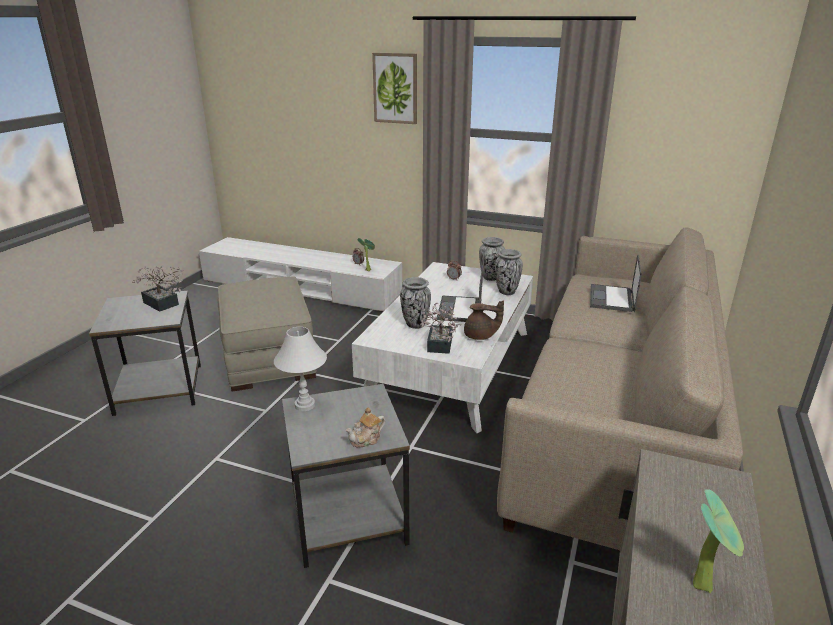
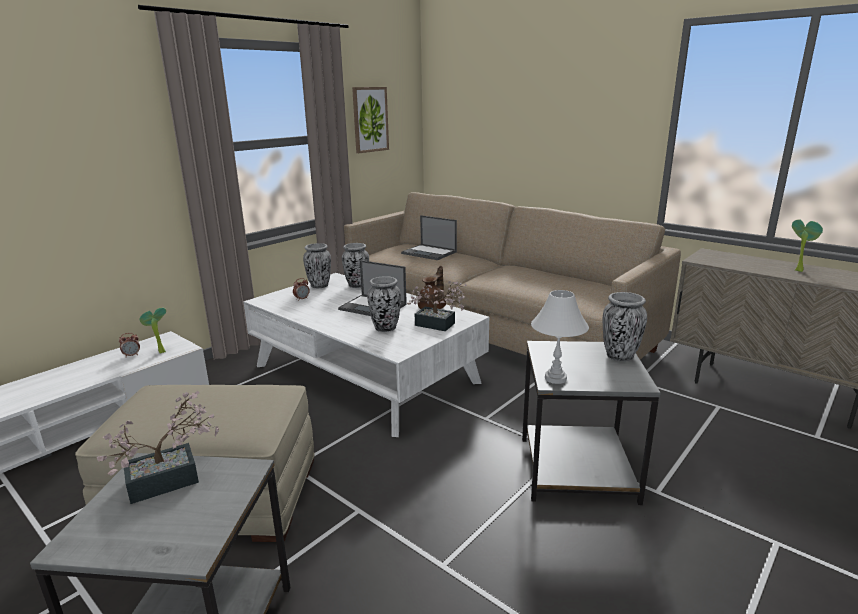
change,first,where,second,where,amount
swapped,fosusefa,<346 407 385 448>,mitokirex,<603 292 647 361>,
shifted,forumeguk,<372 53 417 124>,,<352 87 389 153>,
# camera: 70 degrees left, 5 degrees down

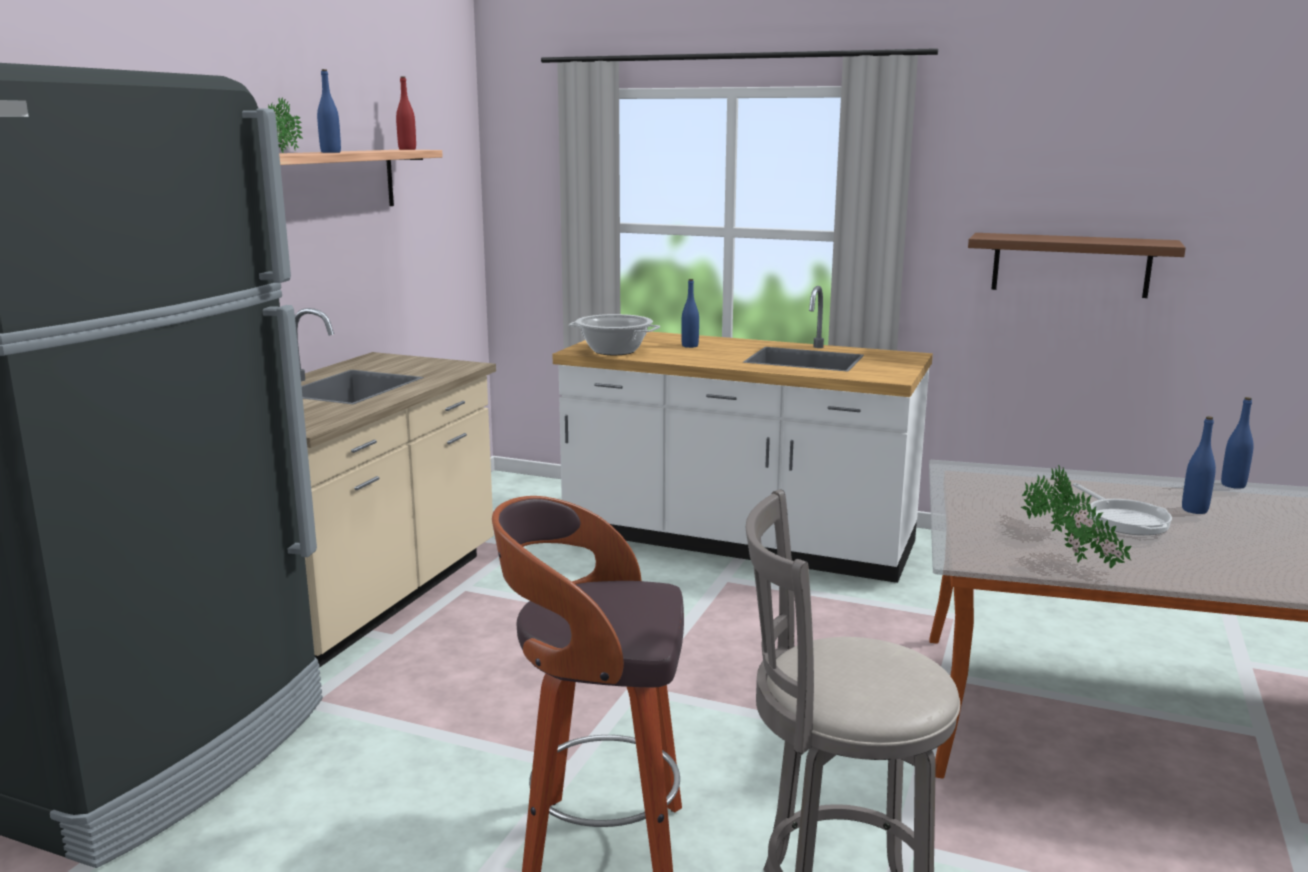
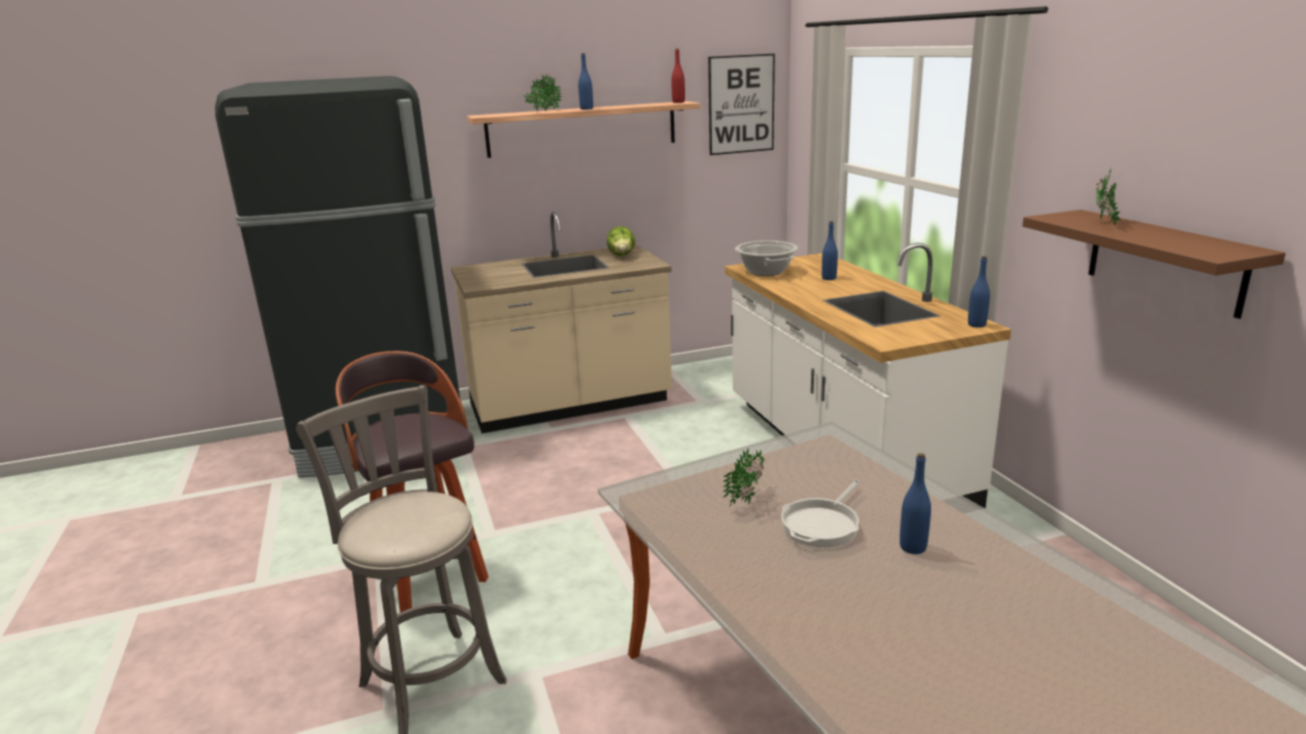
change,first,where,second,where,amount
shifted,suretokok,<1058 492 1132 568>,,<1095 166 1121 225>,
shifted,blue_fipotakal,<1221 397 1254 489>,,<968 256 990 328>,
new,,,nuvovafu,<607 226 635 256>,
new,,,forumeguk,<708 54 775 155>,
# camera: 50 degrees right, 5 degrees up

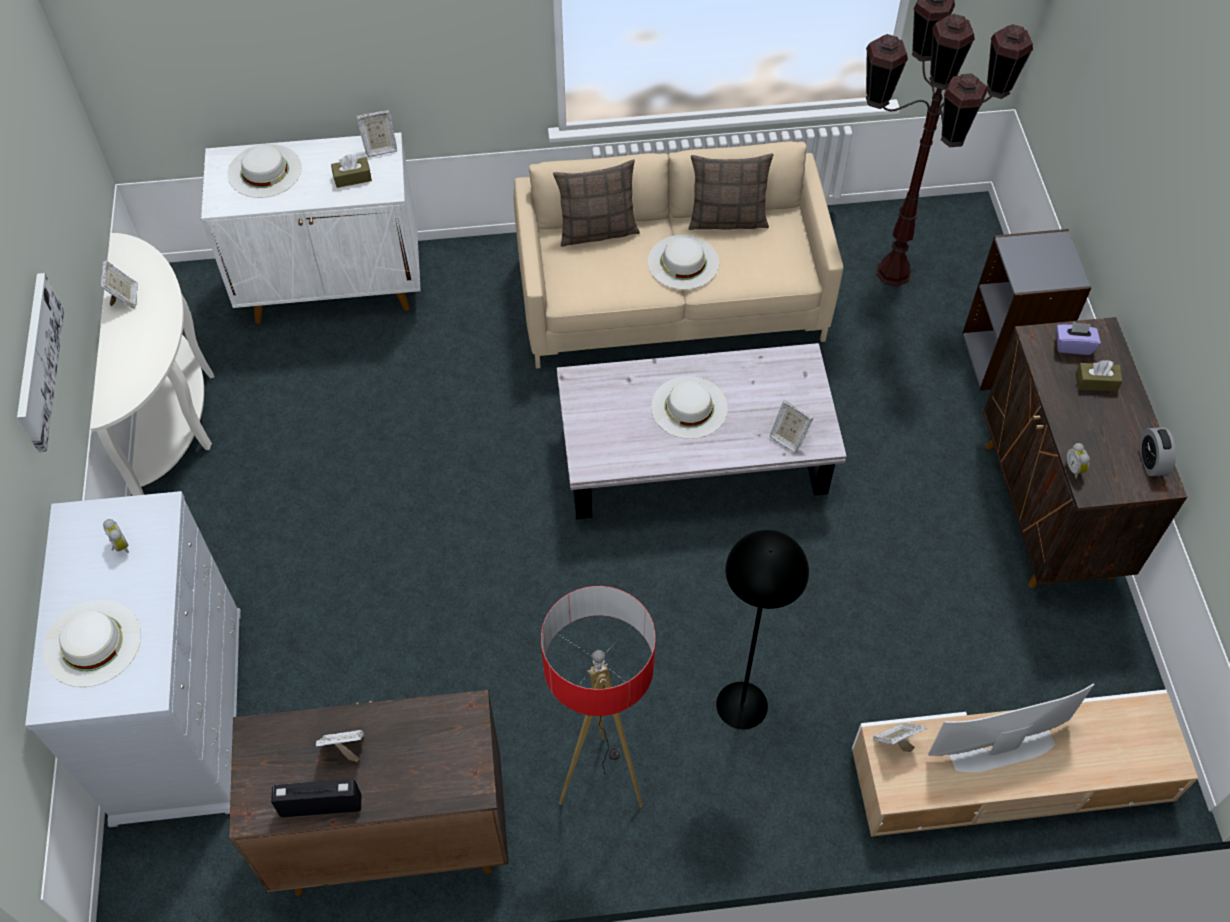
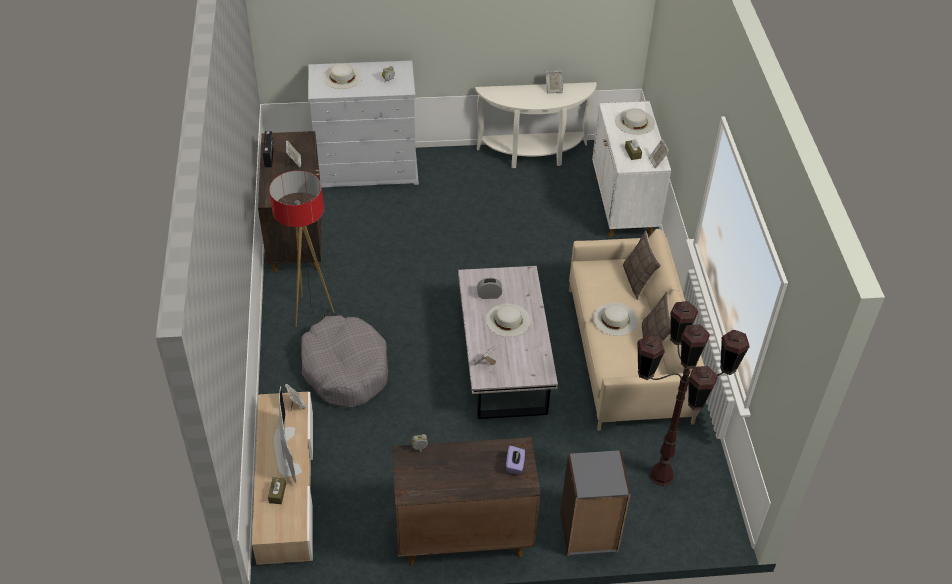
change,first,where,second,where,amount
gone,forumeguk,<17 273 64 452>,,,
swapped,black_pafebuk,<716 530 809 730>,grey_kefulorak,<301 315 388 407>,
shifted,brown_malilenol,<1076 360 1123 391>,,<268 477 286 504>,
shifted,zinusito,<1139 427 1176 476>,,<477 278 502 299>,
# camera: 90 degrees right, 10 degrees down

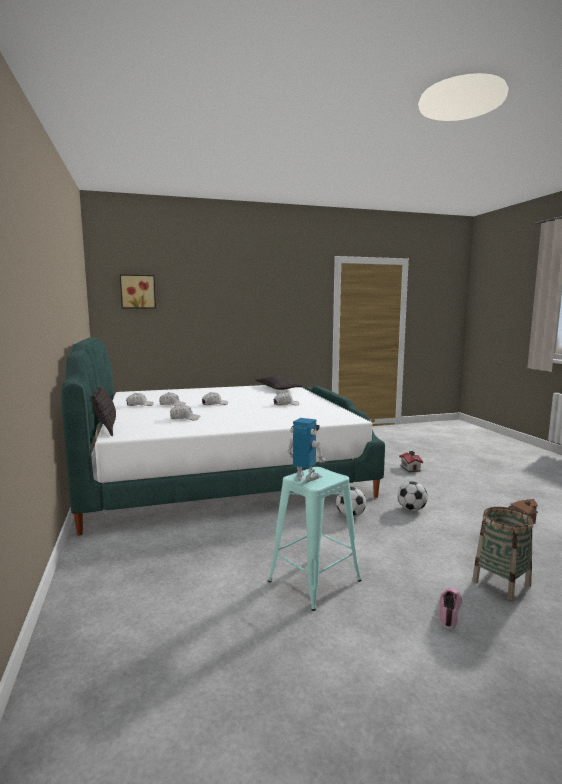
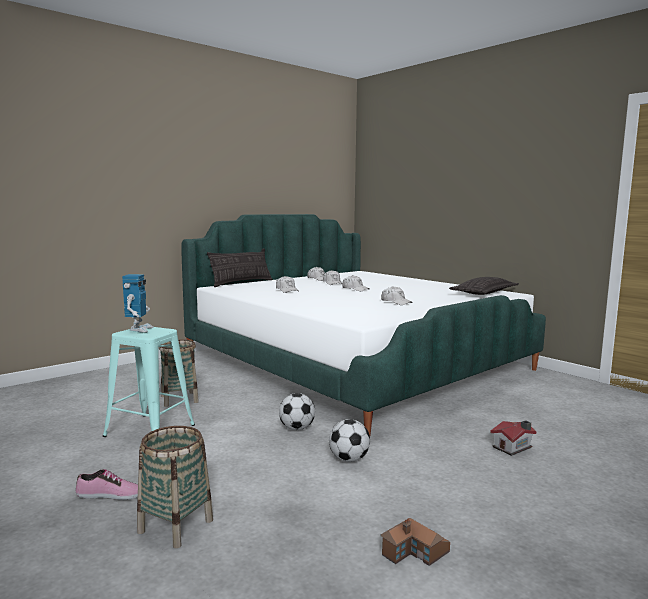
change,first,where,second,where,amount
gone,forumeguk,<120 274 156 308>,,,
new,,,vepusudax,<159 339 199 407>,
# camera: 65 degrees right, 0 degrees up

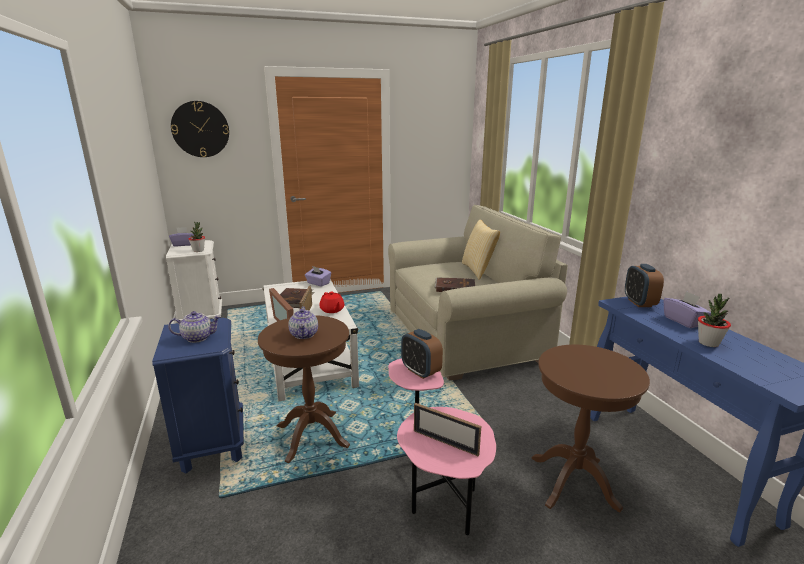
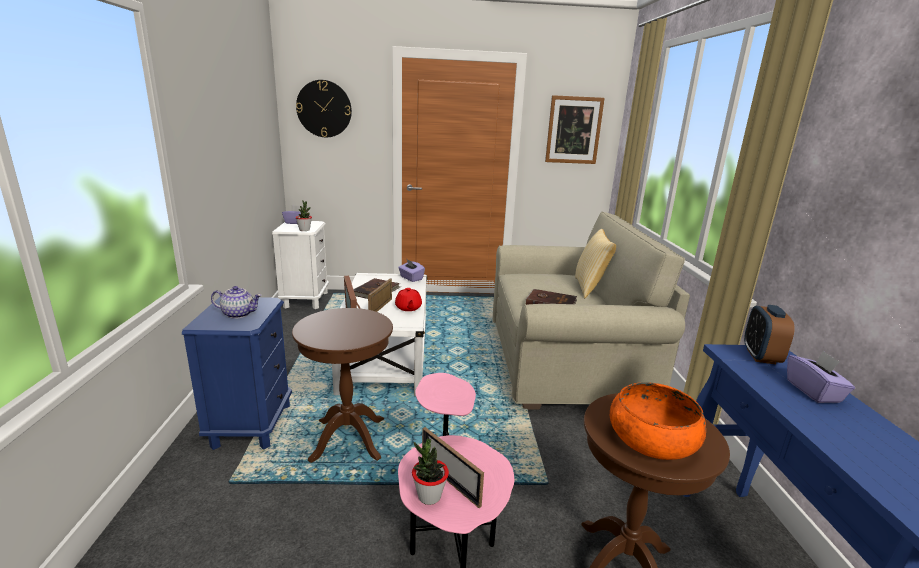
change,first,where,second,where,amount
gone,fosusefa,<288 306 318 339>,,,
gone,zinusito,<401 329 443 379>,,,
shifted,suretokok,<698 294 731 347>,,<412 438 449 505>,
new,,,forumeguk,<545 95 605 164>,
new,,,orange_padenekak,<610 382 706 460>,
# camera: 15 degrees right, 0 degrees up

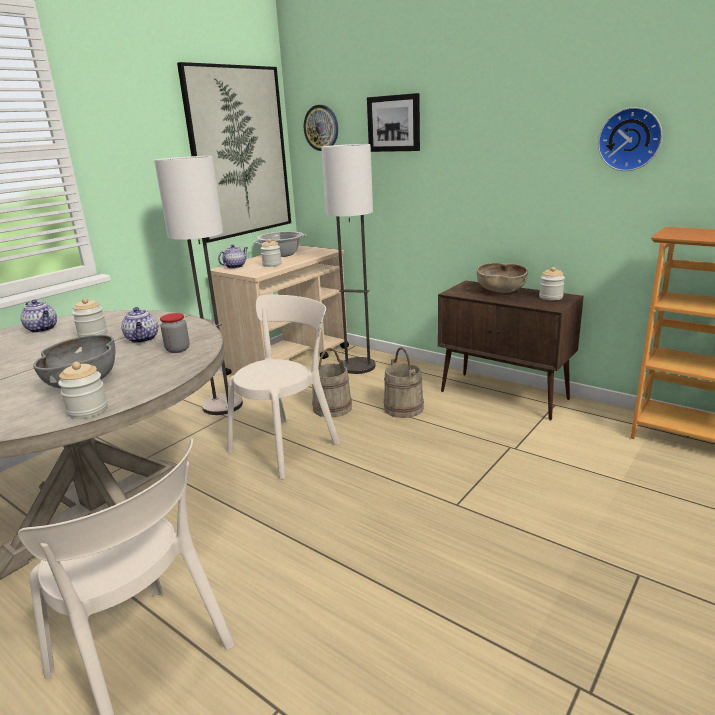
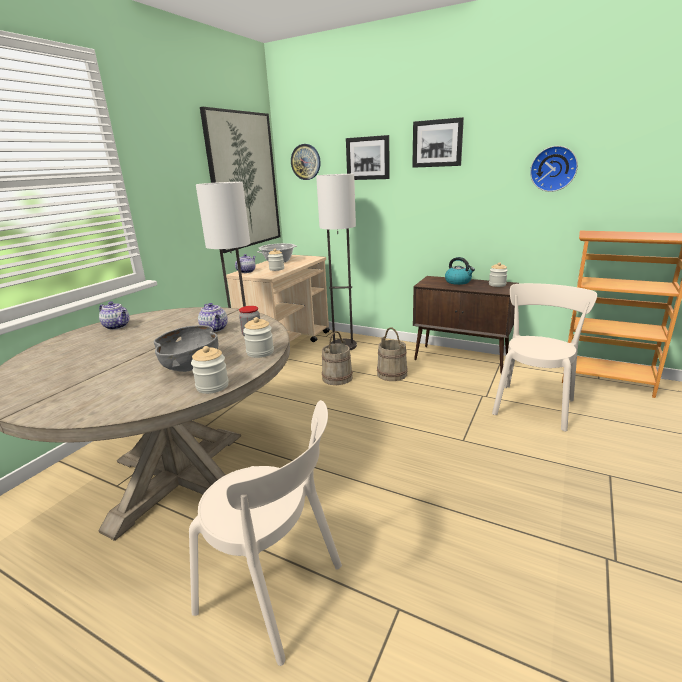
change,first,where,second,where,amount
shifted,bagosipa,<72 298 108 337>,,<243 317 274 358>,
shifted,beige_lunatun,<227 295 340 479>,,<492 283 597 432>,
swapped,brown_padenekak,<477 263 528 293>,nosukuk,<445 257 475 285>,
new,,,forumeguk,<412 117 464 168>,
# camera: 10 degrees left, 0 degrees up

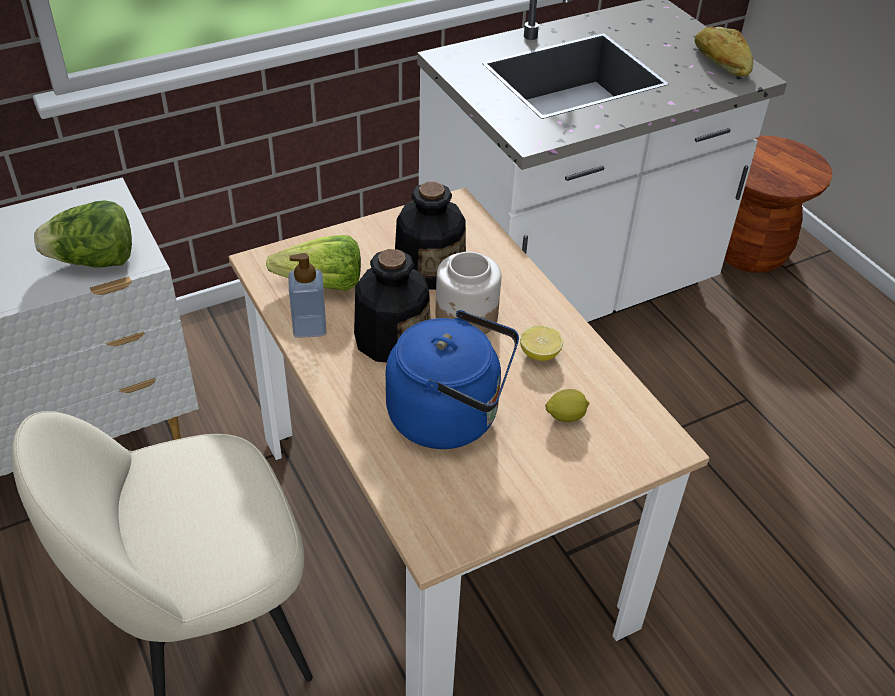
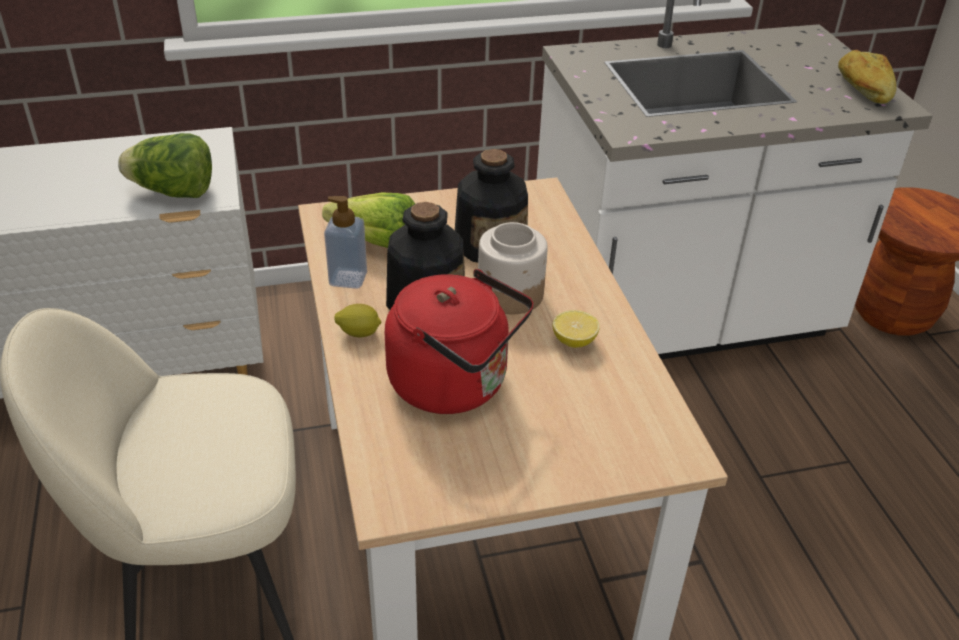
change,first,where,second,where,amount
repainted,blue_nosukuk,<386 310 519 449>,red_nosukuk,<385 269 534 414>,
shifted,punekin,<545 389 589 422>,,<334 304 381 337>,
# camera: 15 degrees right, 5 degrees down

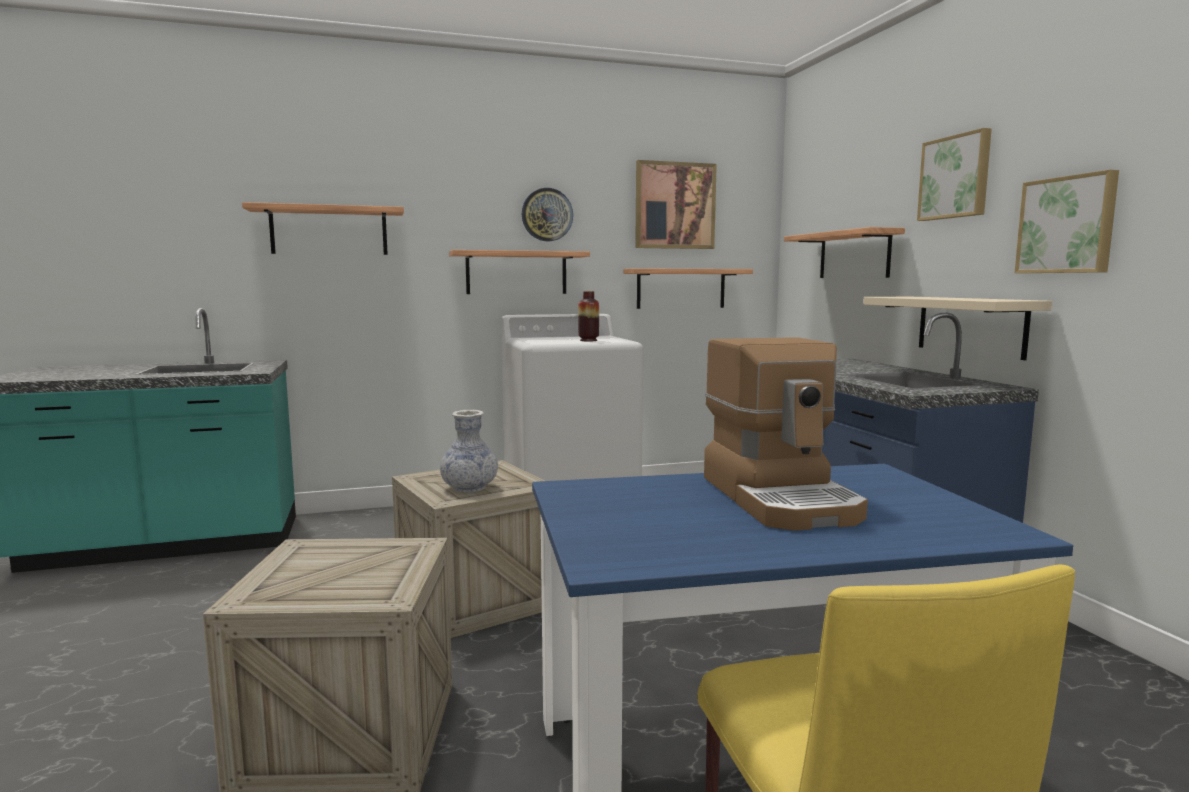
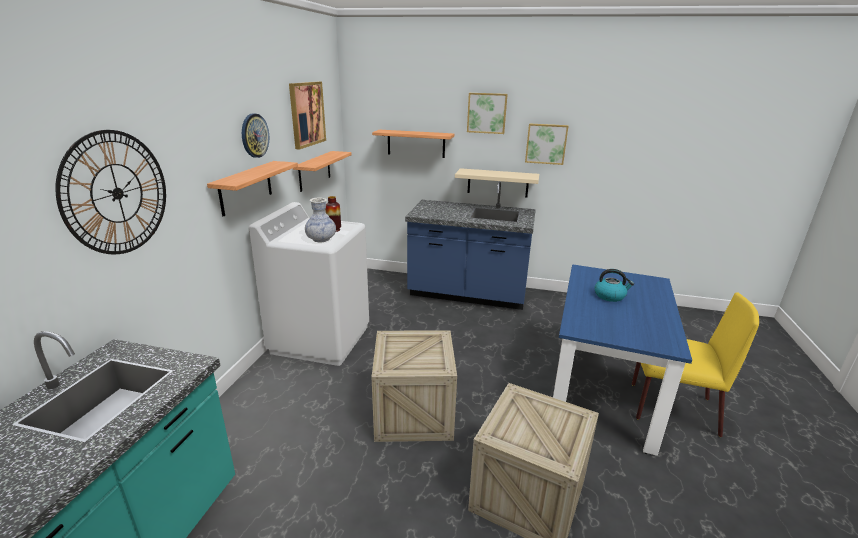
change,first,where,second,where,amount
swapped,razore,<242 202 404 255>,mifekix,<55 130 166 255>,
shifted,mitokirex,<440 410 498 493>,,<305 198 336 242>,
swapped,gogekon,<704 337 868 531>,nosukuk,<594 269 634 302>,
# camera: 60 degrees left, 15 degrees up

